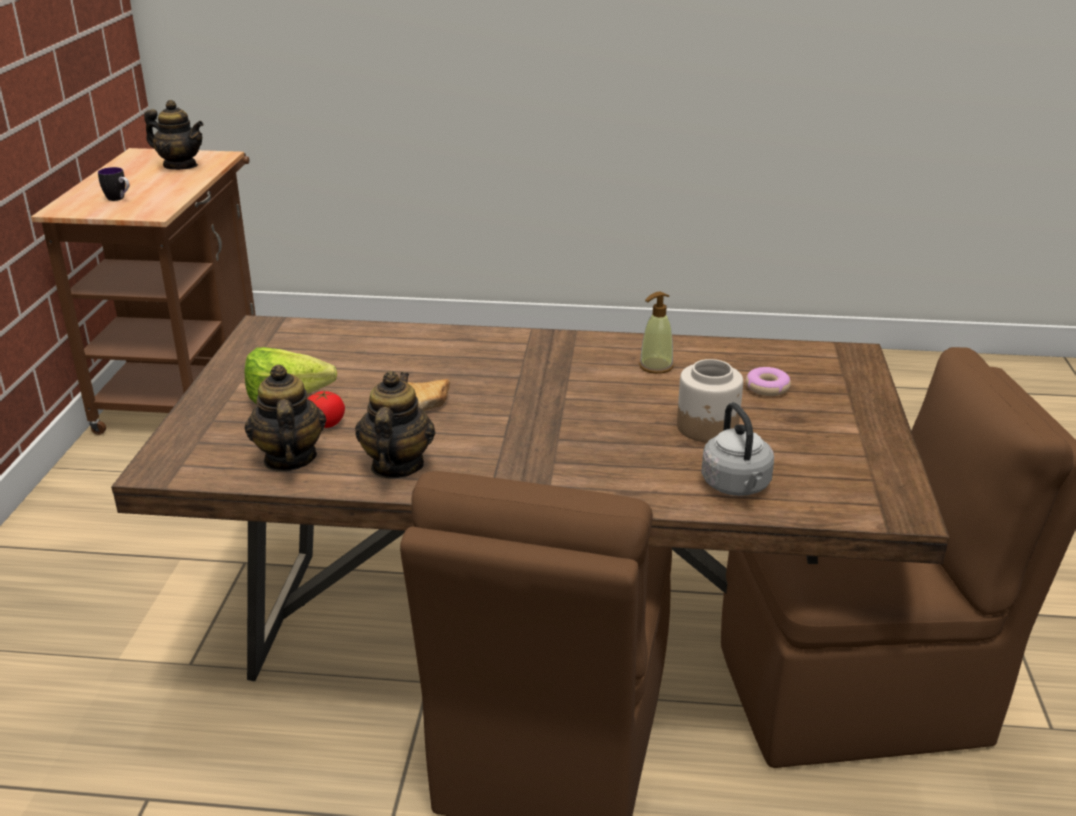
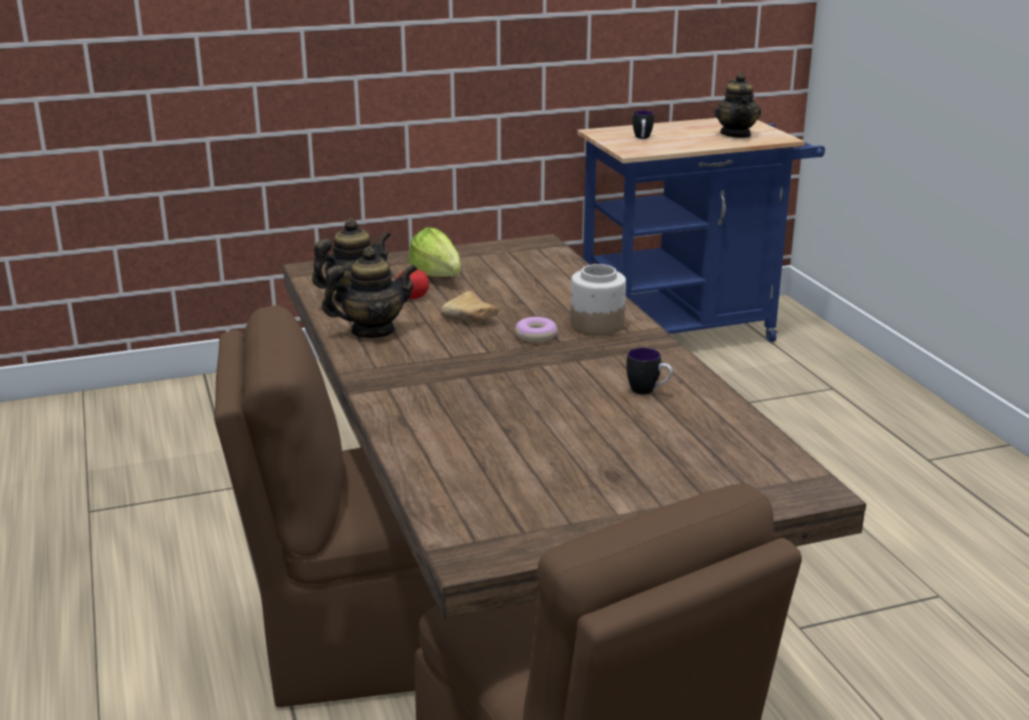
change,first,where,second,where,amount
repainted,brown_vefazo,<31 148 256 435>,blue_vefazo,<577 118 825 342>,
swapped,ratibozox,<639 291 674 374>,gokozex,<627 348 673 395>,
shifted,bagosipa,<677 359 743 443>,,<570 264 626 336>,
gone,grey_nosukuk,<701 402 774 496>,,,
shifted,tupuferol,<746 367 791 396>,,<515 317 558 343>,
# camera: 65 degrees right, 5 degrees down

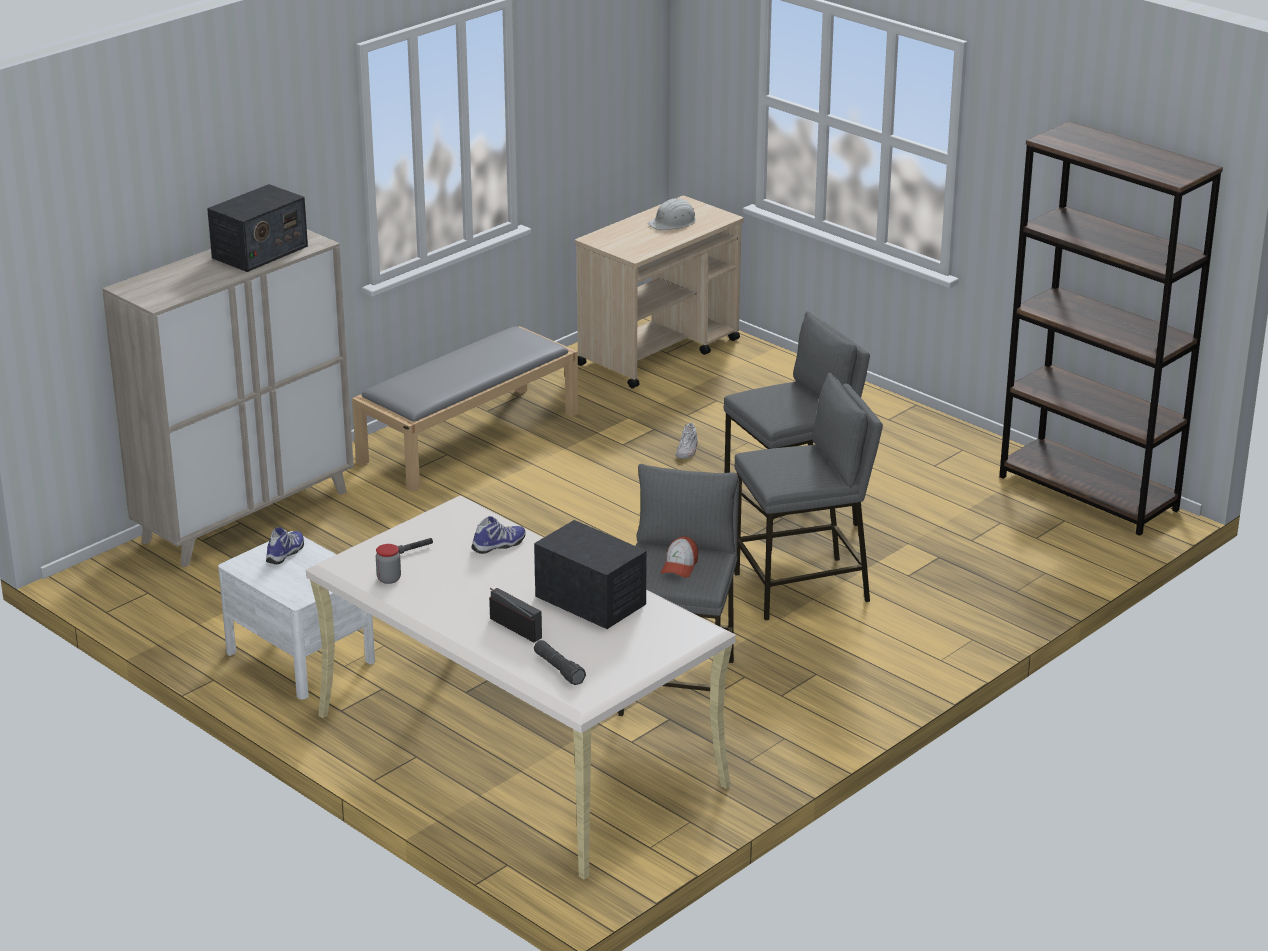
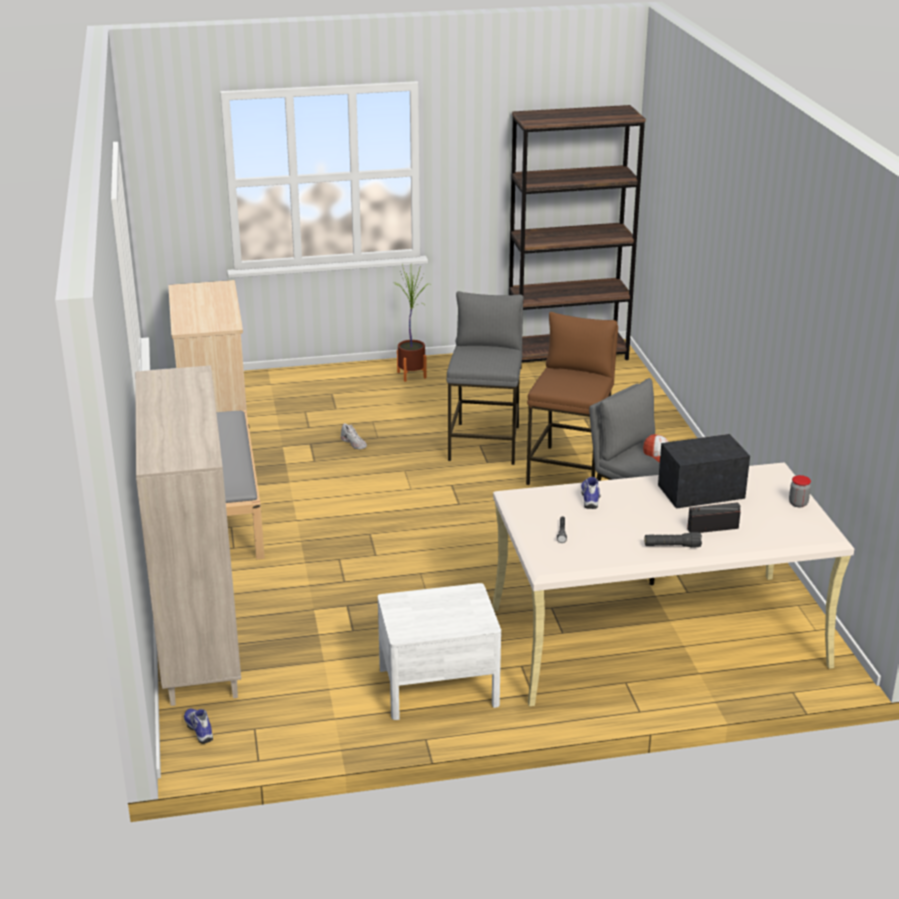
change,first,where,second,where,amount
gone,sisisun,<207 184 308 272>,,,
shifted,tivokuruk,<266 527 304 564>,,<184 708 213 744>,
shifted,bagosipa,<376 544 401 584>,,<789 475 811 507>,
shifted,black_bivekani,<534 640 586 685>,,<645 532 702 547>,
gone,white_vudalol,<648 198 696 230>,,,
repainted,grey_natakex,<734 373 883 621>,brown_natakex,<526 312 618 485>,
new,,,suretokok,<394 264 428 382>,
# camera: 55 degrees left, 0 degrees up

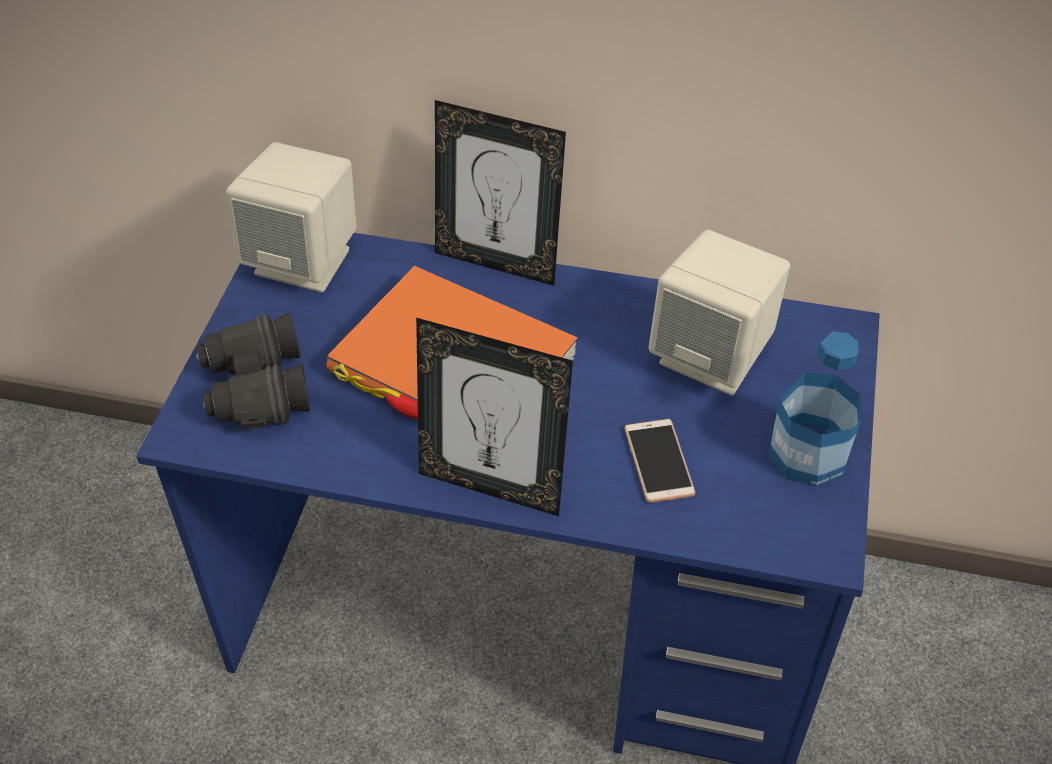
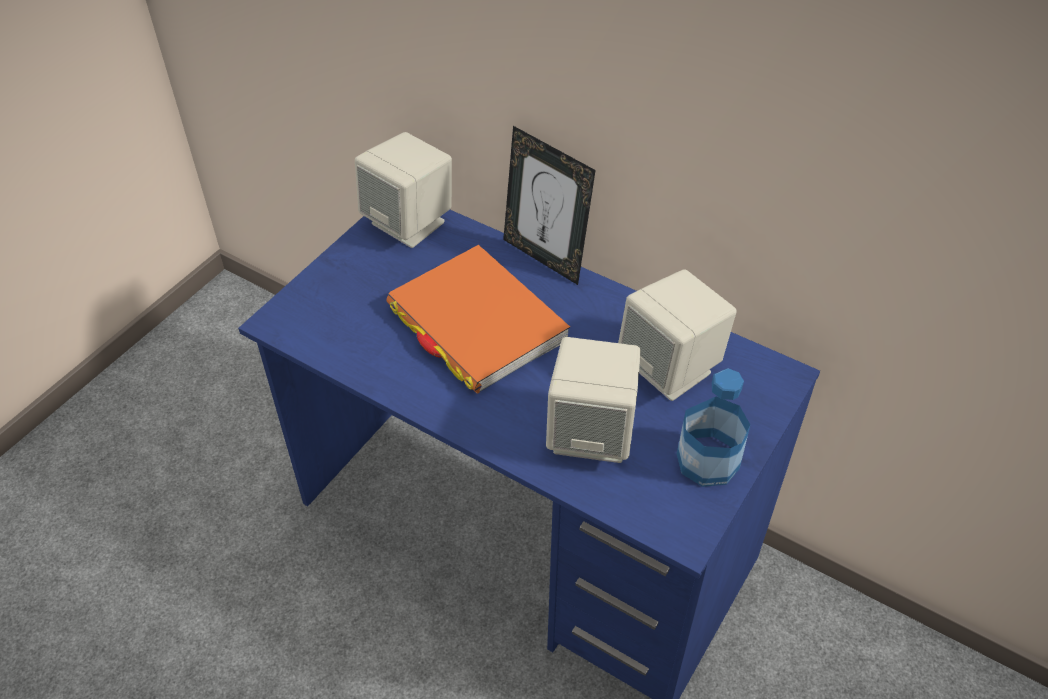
change,first,where,second,where,amount
gone,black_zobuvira,<196 312 310 429>,,,
gone,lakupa,<416 318 573 516>,,,
swapped,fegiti,<625 419 695 503>,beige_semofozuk,<546 337 641 463>,
# camera: 20 degrees right, 0 degrees up

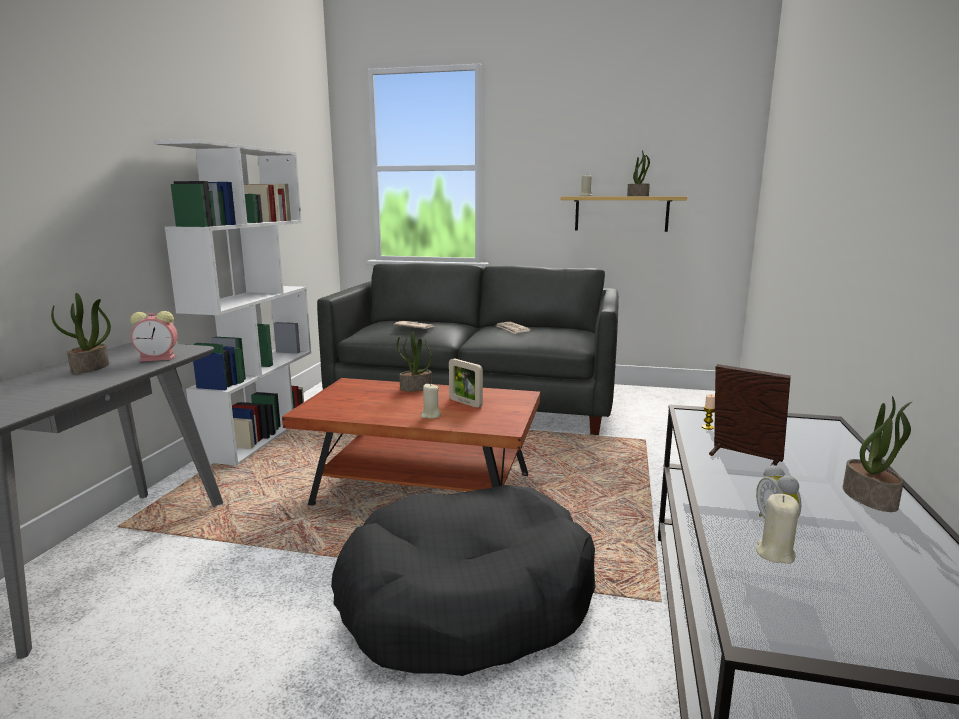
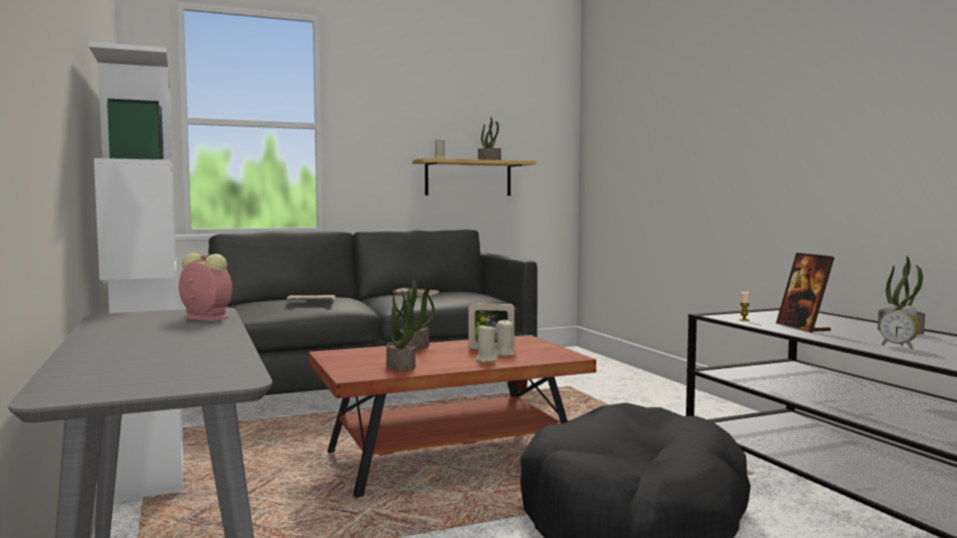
change,first,where,second,where,amount
shifted,suretokok,<51 293 111 374>,,<386 291 419 371>,
rotated,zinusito,<130 311 177 362>,,<179 253 232 321>,105 degrees counterclockwise
rotated,lakupa,<709 364 791 466>,,<776 253 835 333>,105 degrees counterclockwise
shifted,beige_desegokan,<756 494 799 564>,,<495 319 515 356>,
# camera: 35 degrees left, 10 degrees down

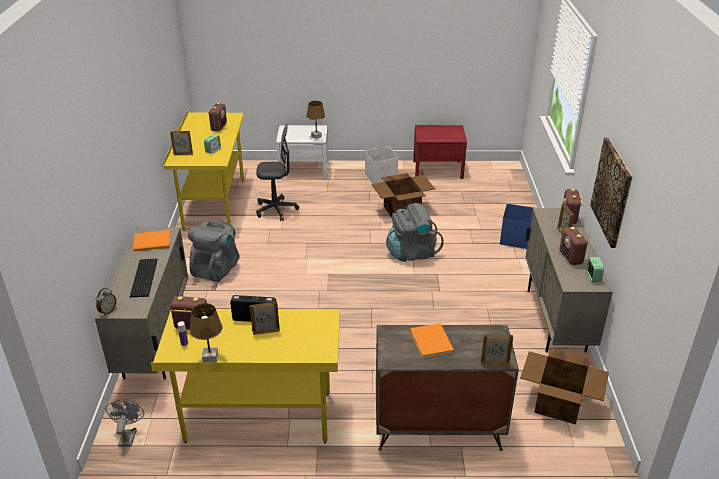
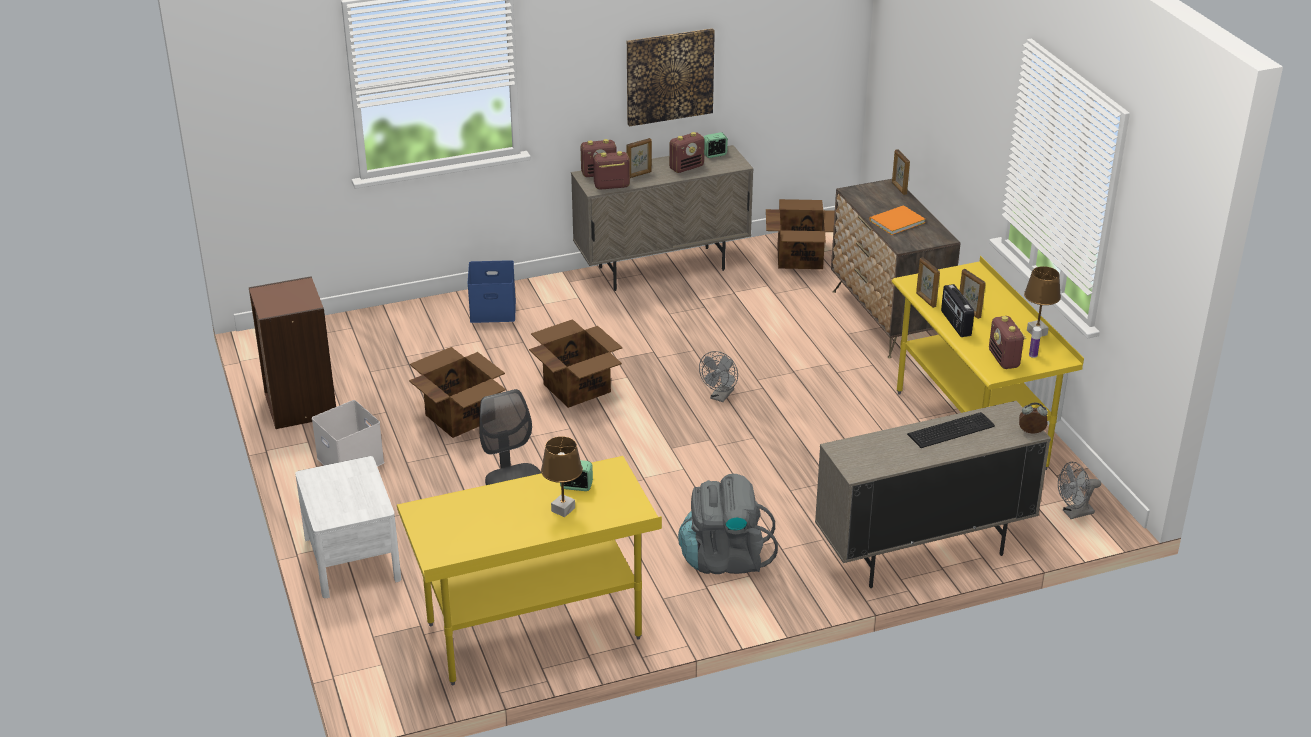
change,first,where,second,where,amount
gone,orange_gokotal,<134 230 170 251>,,,
shifted,lakupa,<170 131 193 155>,,<916 257 940 308>,
shifted,sisisun,<208 103 227 131>,,<593 151 630 189>,
shifted,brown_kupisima,<306 101 325 139>,,<541 436 583 517>,
swapped,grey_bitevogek,<386 203 444 262>,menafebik,<529 319 622 408>,
swapped,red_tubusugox,<413 125 467 179>,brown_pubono,<249 276 336 429>,
new,,,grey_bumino,<699 351 738 402>,
# camera: 110 degrees left, 0 degrees up

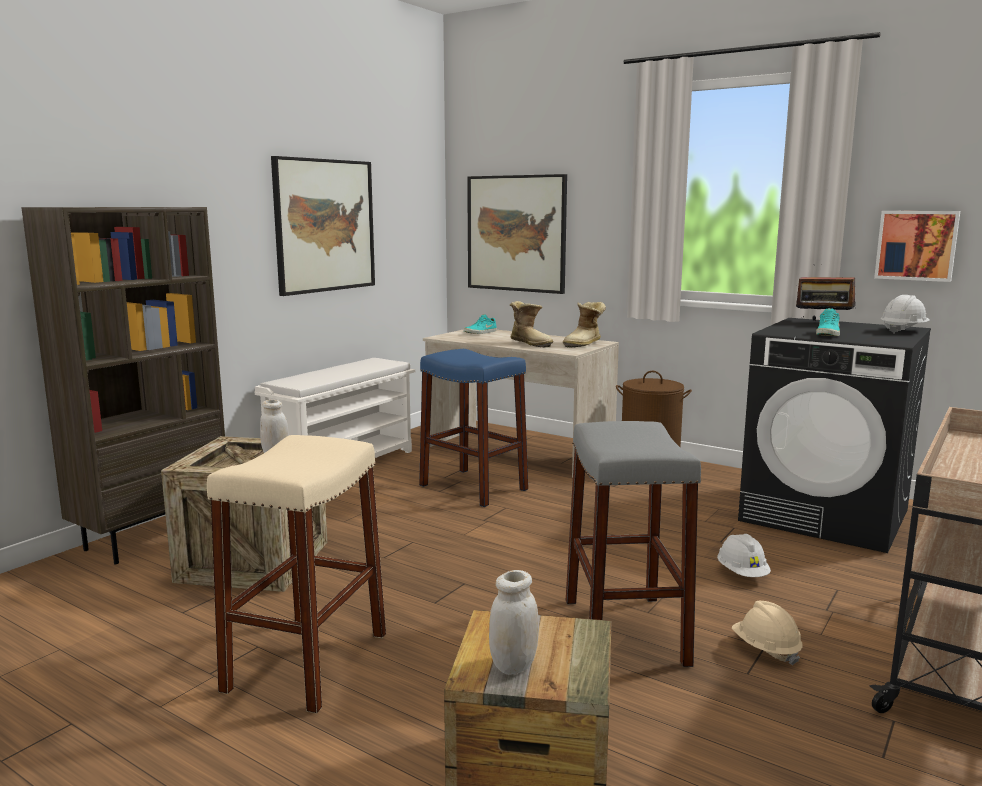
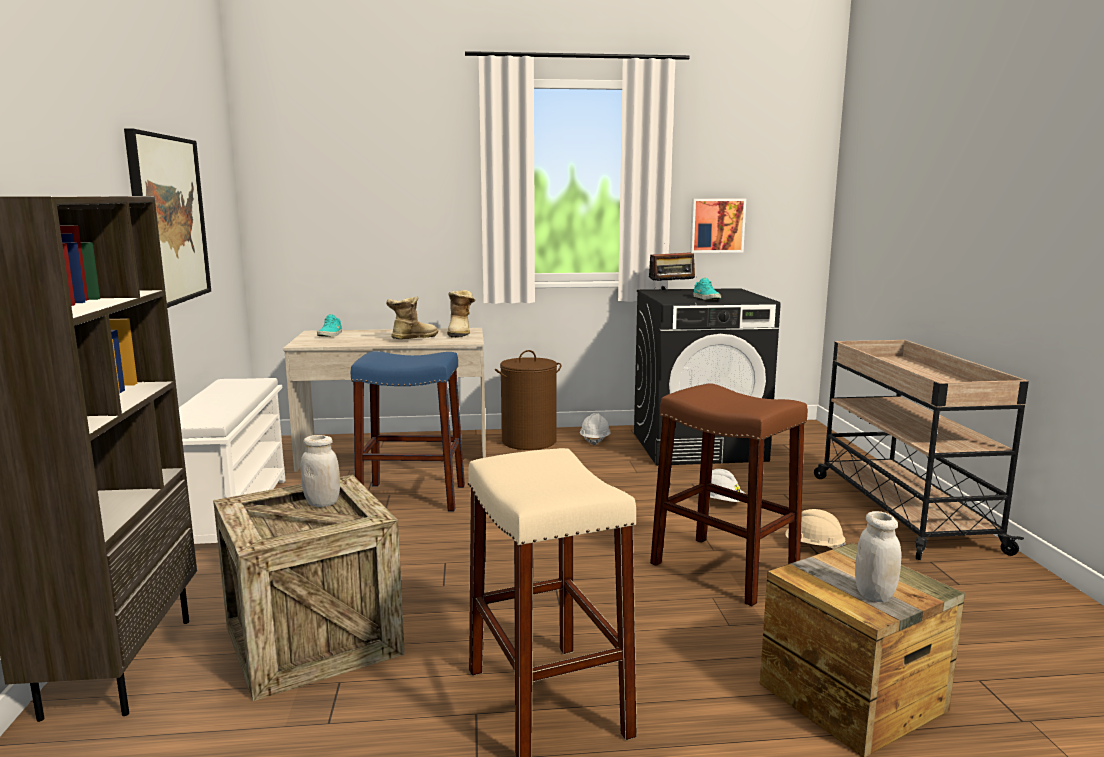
change,first,where,second,where,amount
gone,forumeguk,<467 174 567 294>,,,
rotated,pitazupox,<510 301 553 347>,,<386 296 438 339>,60 degrees counterclockwise
repainted,grey_natakex,<566 421 701 667>,brown_natakex,<650 383 808 606>,
shifted,white_vudalol,<881 295 930 334>,,<580 413 611 446>,
# camera: 40 degrees left, 0 degrees up

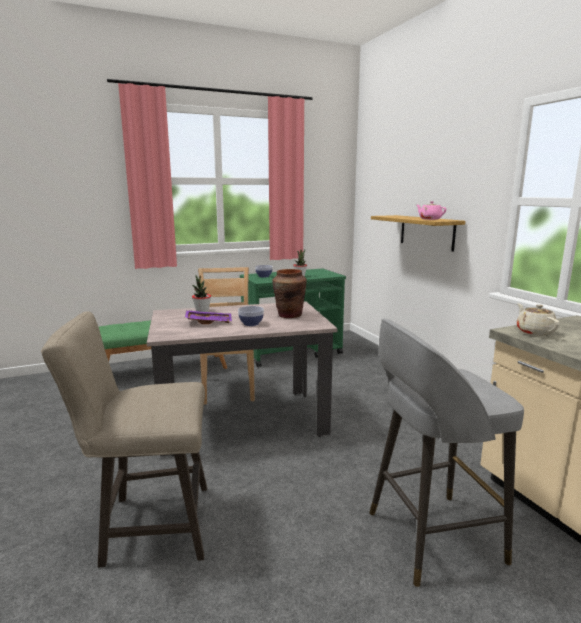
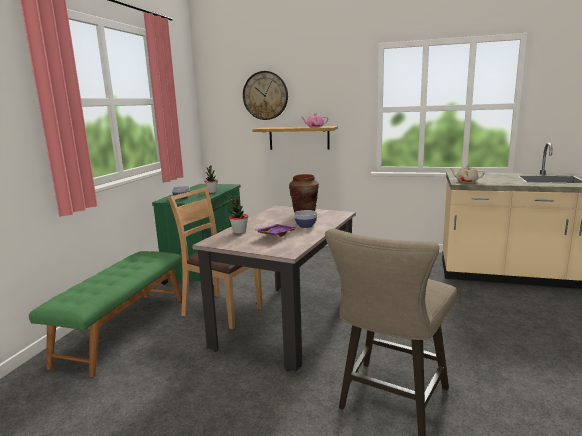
change,first,where,second,where,amount
gone,grey_natakex,<369 319 524 587>,,,
new,,,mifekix,<243 71 288 120>,
# camera: 50 degrees left, 0 degrees up

